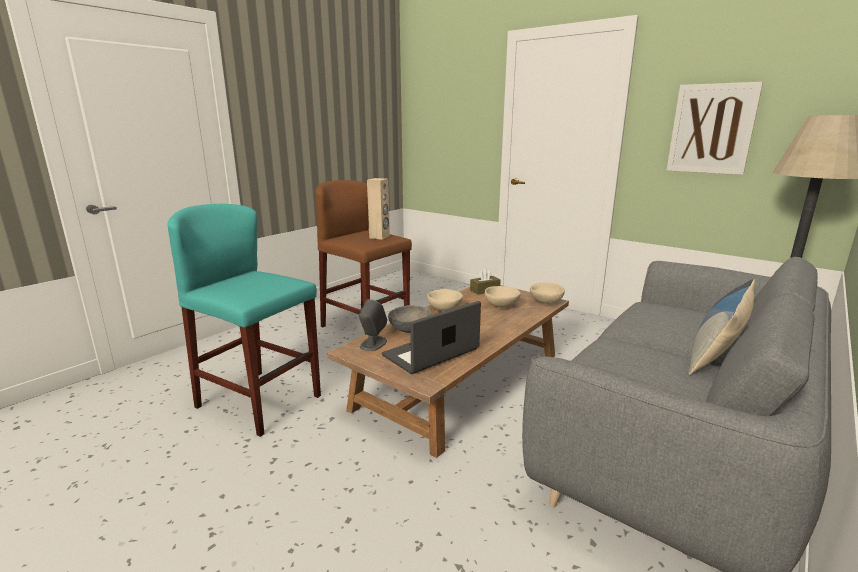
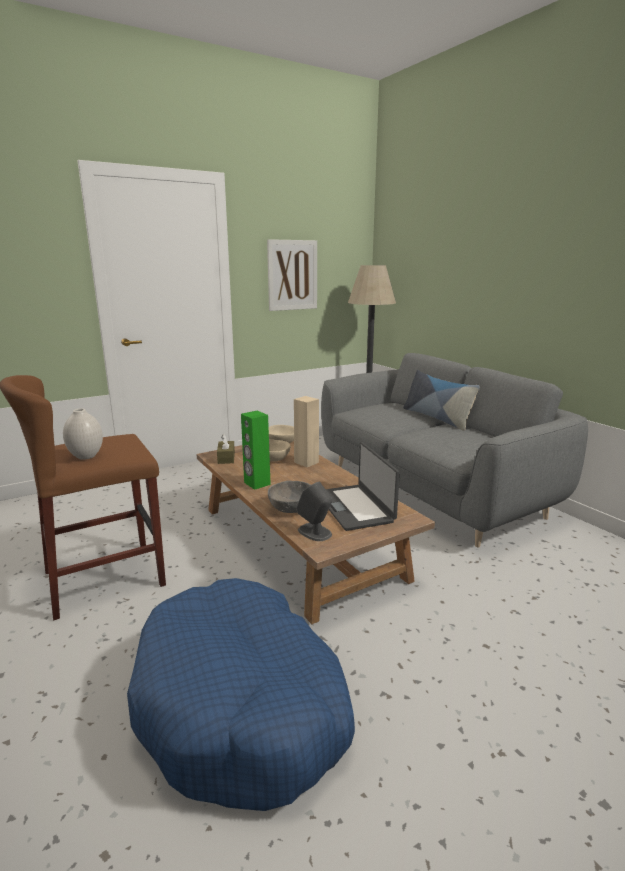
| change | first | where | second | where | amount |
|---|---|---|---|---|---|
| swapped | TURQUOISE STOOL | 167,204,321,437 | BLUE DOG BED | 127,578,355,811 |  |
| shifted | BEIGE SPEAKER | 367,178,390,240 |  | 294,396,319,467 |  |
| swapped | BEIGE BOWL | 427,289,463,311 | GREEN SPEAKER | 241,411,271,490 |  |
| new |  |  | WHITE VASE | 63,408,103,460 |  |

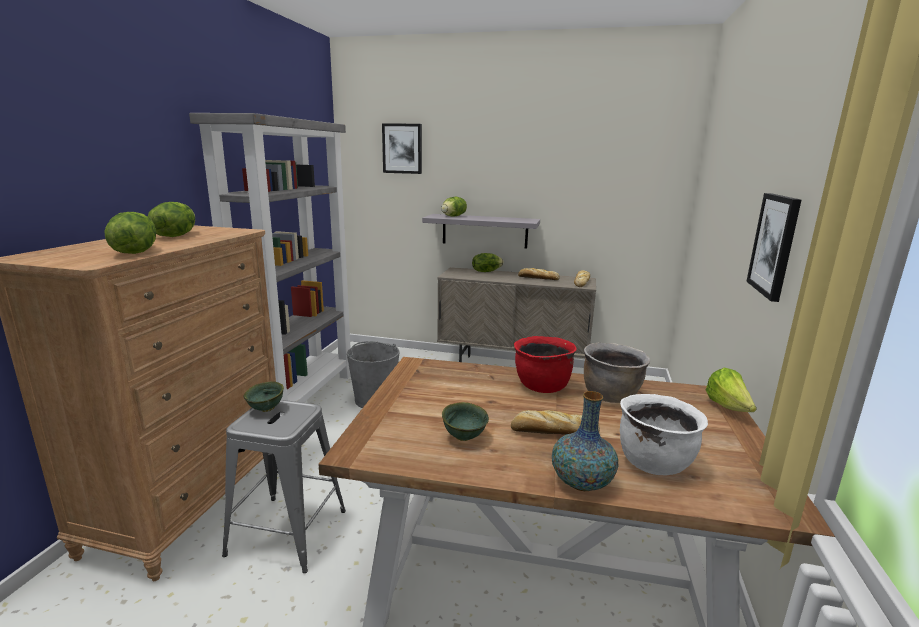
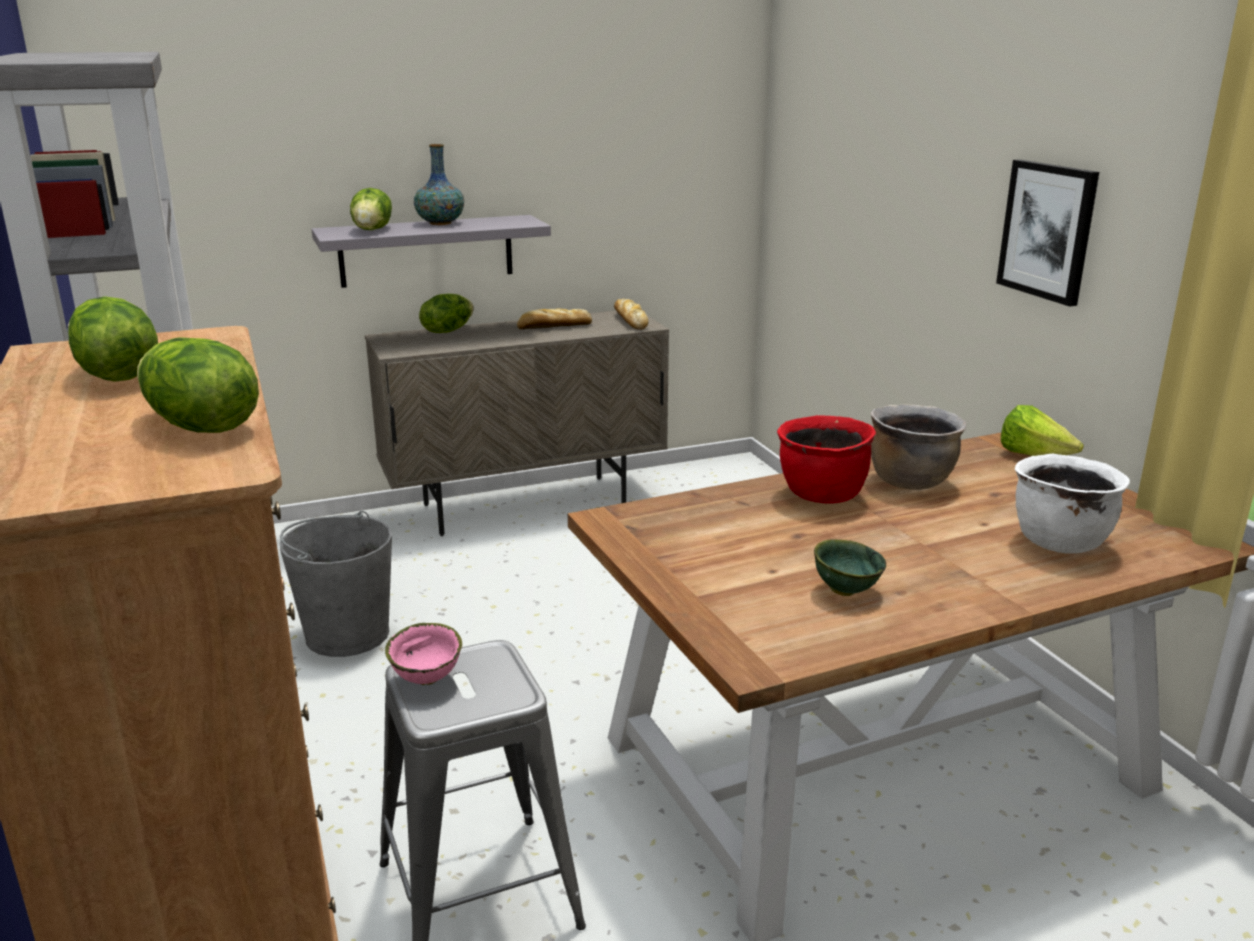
| change | first | where | second | where | amount |
|---|---|---|---|---|---|
| repainted | GREEN BOWL | 243,382,284,412 | PINK BOWL | 385,623,462,685 |  |
| gone | PICTURE | 382,123,422,174 |  |  |  |
| gone | BREAD | 511,410,600,435 |  |  |  |
| shifted | VASE | 552,391,618,491 |  | 414,144,464,225 |  |

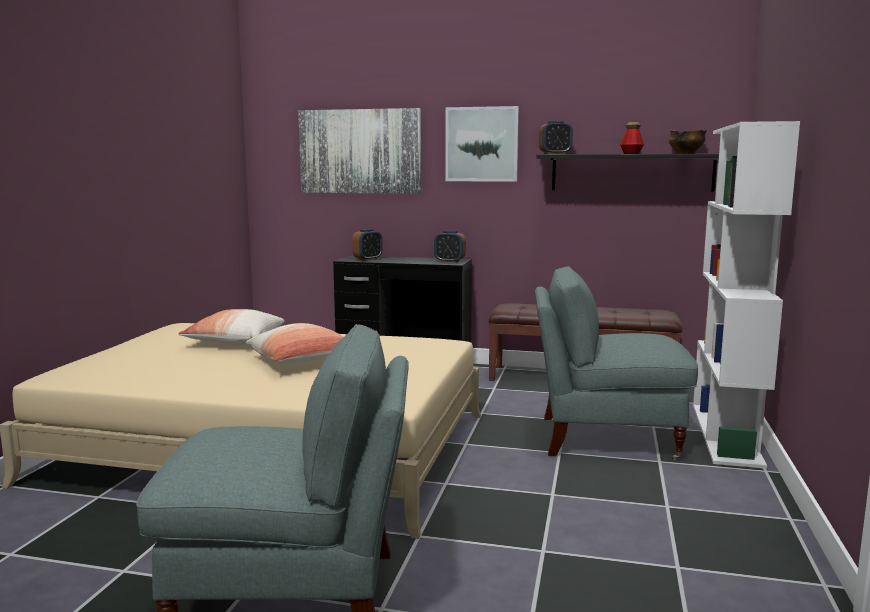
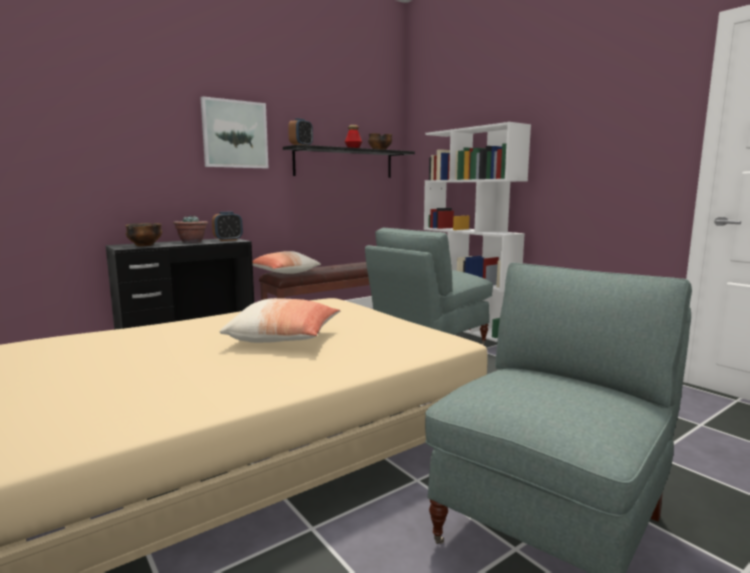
| change | first | where | second | where | amount |
|---|---|---|---|---|---|
| shifted | PILLOW | 178,309,285,345 |  | 252,251,321,274 |  |
| gone | PICTURE | 298,108,421,194 |  |  |  |
| swapped | ALARM CLOCK | 352,229,383,261 | BOWL | 125,223,162,246 |  |
| new |  |  | POTTED PLANT | 173,215,208,243 |  |

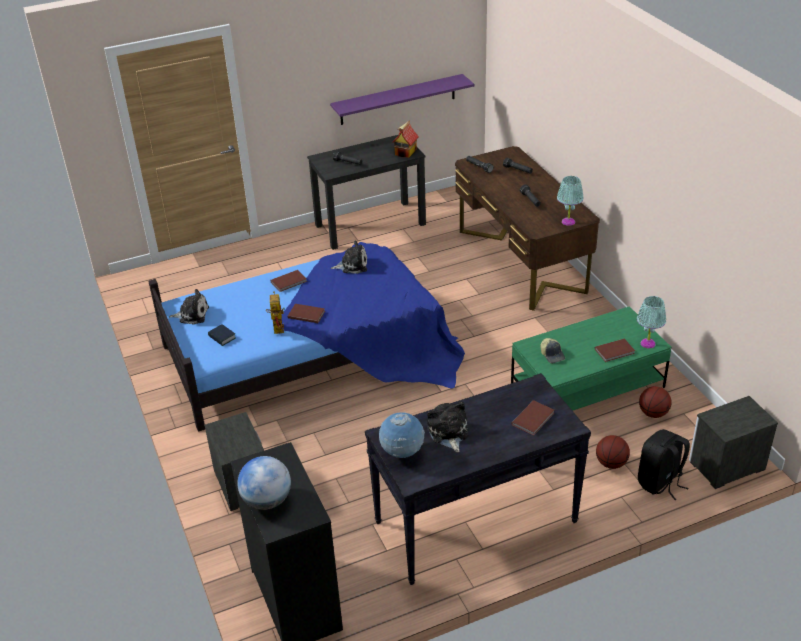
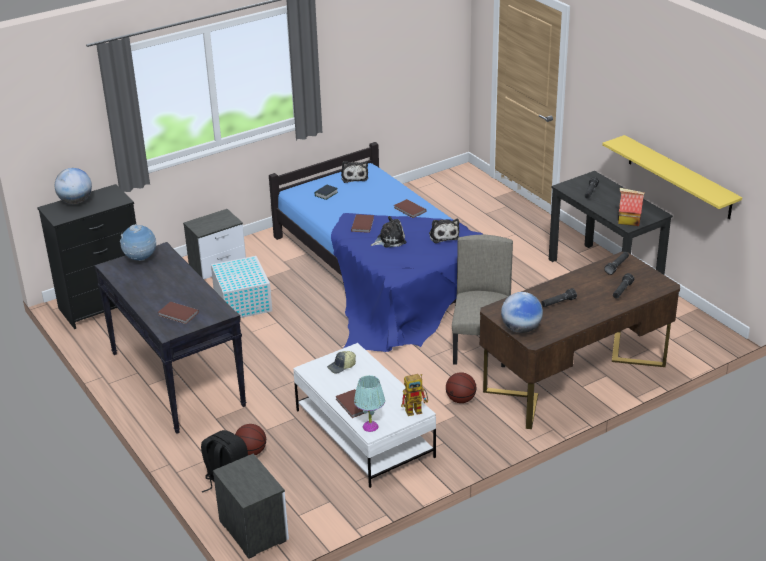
| change | first | where | second | where | amount |
|---|---|---|---|---|---|
| shifted | TOY ROBOT | 266,291,285,334 |  | 401,374,428,416 |  |
| repainted | PURPLE SHELF | 330,74,474,125 | YELLOW SHELF | 602,135,742,219 |  |
| shifted | PLUSH TOY | 427,402,468,452 |  | 371,216,406,248 |  |
| repainted | GREEN COFFEE TABLE | 511,306,672,411 | WHITE COFFEE TABLE | 293,343,436,488 |  |
| swapped | TURQUOISE TABLE LAMP | 557,176,583,226 | GLOBE | 501,292,543,333 |  |
| shifted | BASKETBALL | 639,386,671,418 |  | 446,372,477,403 |  |
| new |  |  | WHITE STORAGE BOX | 211,256,272,318 |  |
| new |  |  | BEIGE CHAIR | 452,235,513,367 |  |

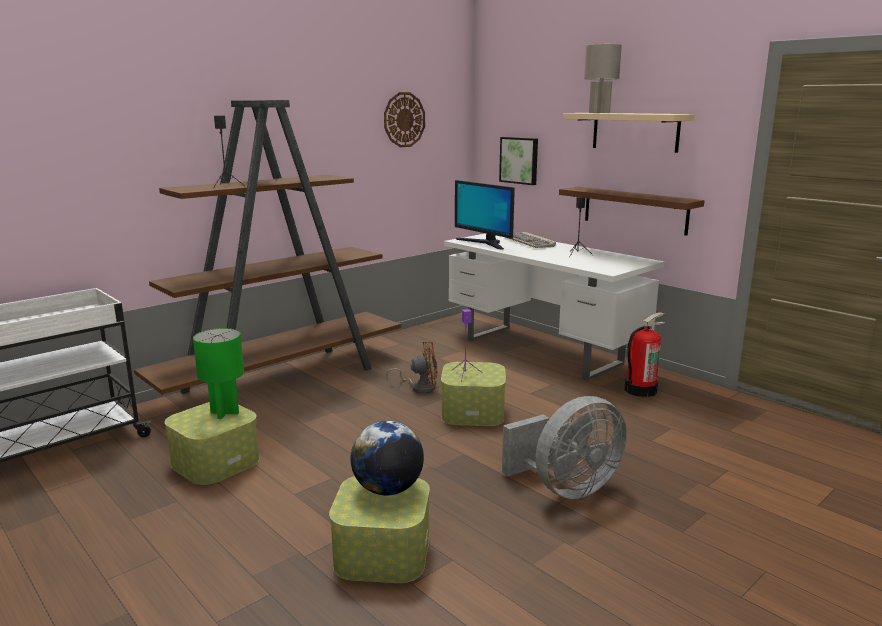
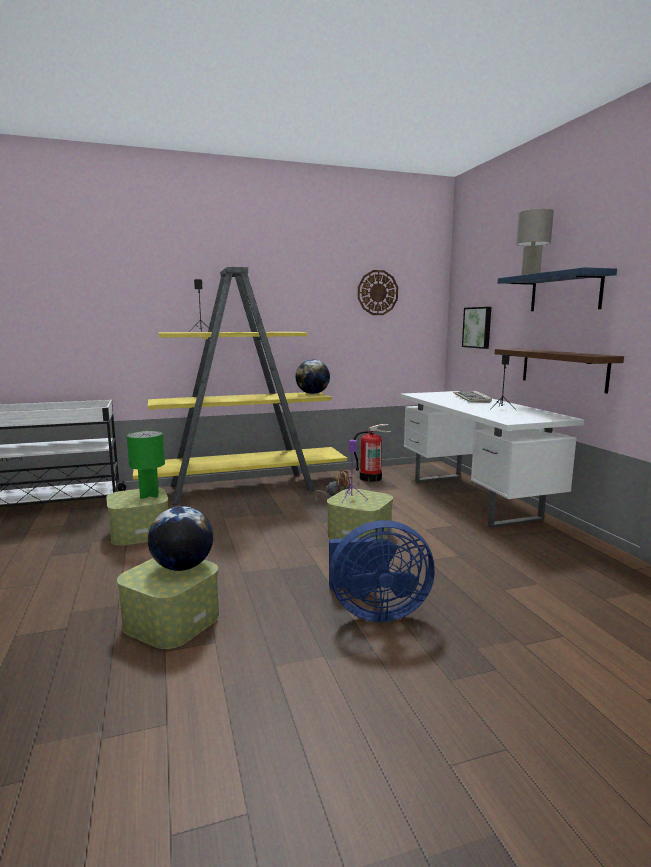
| change | first | where | second | where | amount |
|---|---|---|---|---|---|
| repainted | BROWN BOOKCASE | 134,100,401,395 | YELLOW BOOKCASE | 133,267,347,505 |  |
| gone | MONITOR | 455,180,515,250 |  |  |  |
| repainted | GREY FAN | 502,396,627,499 | BLUE FAN | 329,520,435,622 |  |
| repainted | BEIGE SHELF | 563,113,695,153 | BLUE SHELF | 498,267,617,311 |  |
| shifted | FIRE EXTINGUISHER | 625,312,664,397 |  | 353,424,390,482 |  |
| new |  |  | GLOBE | 296,359,330,394 |  |

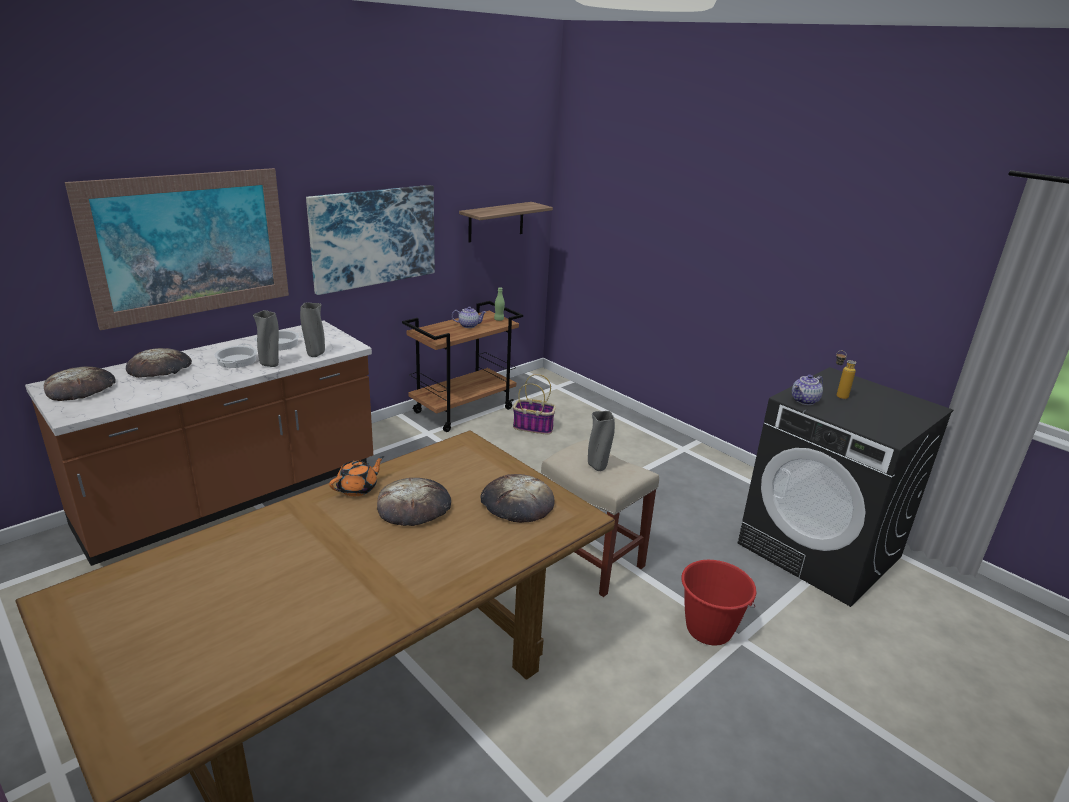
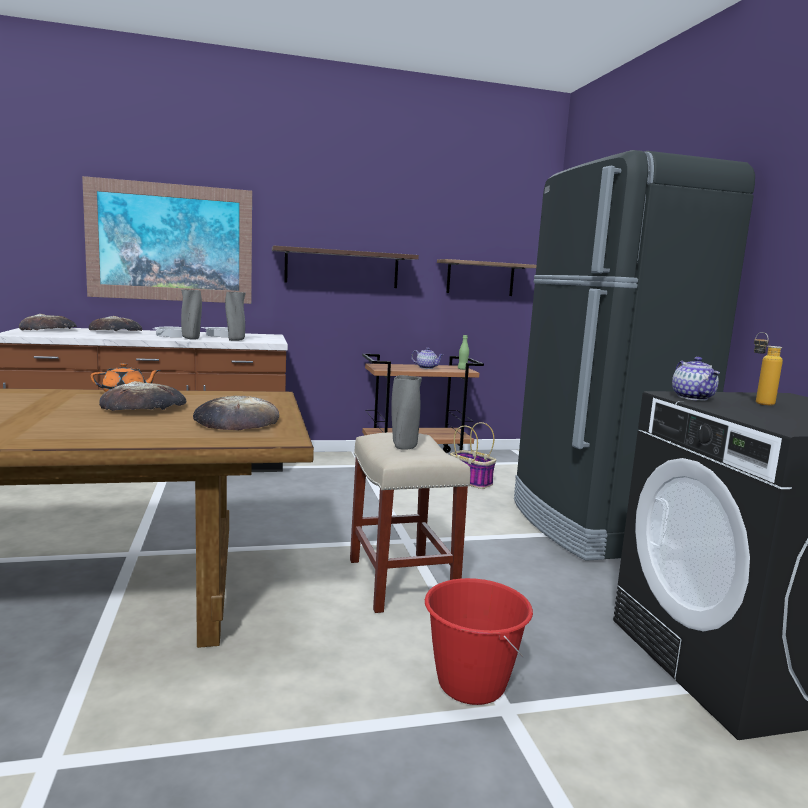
| change | first | where | second | where | amount |
|---|---|---|---|---|---|
| swapped | PICTURE | 306,185,435,295 | SHELF | 272,246,419,288 |  |
| rotated | TEAPOT | 792,375,823,405 |  | 672,357,720,401 | 90 degrees counterclockwise |
| new |  |  | BLACK FRIDGE | 514,150,755,561 |  |

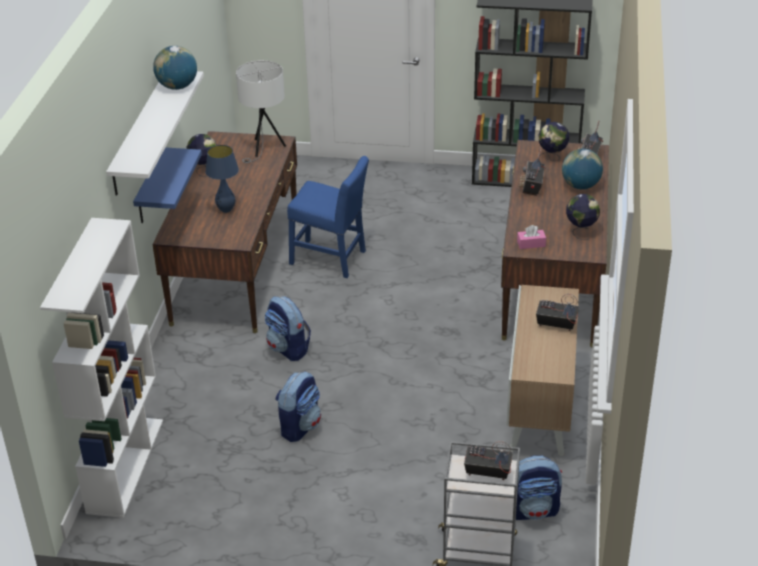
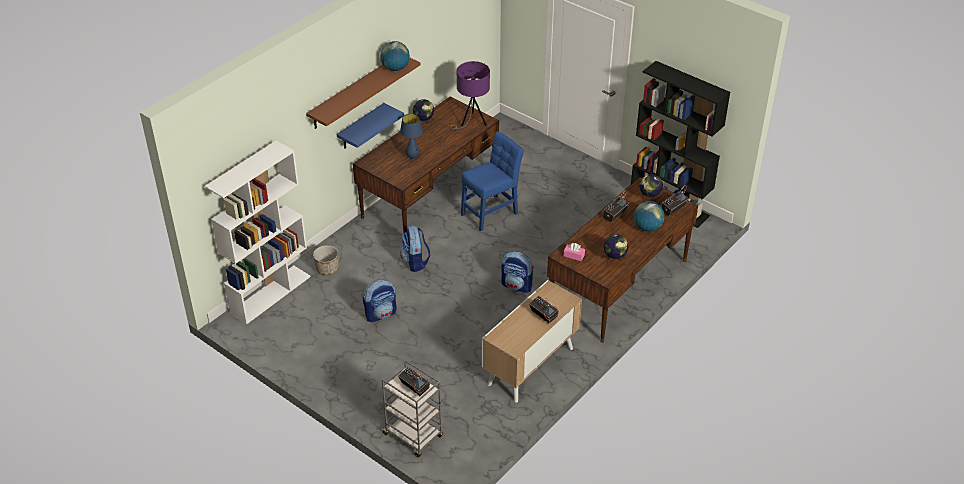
| change | first | where | second | where | amount |
|---|---|---|---|---|---|
| repainted | WHITE SHELF | 106,71,204,196 | BROWN SHELF | 306,58,421,129 |  |
| repainted | WHITE TABLE LAMP | 236,60,286,163 | PURPLE TABLE LAMP | 451,61,490,129 |  |
| rotated | BLUE CHAIR | 287,156,369,278 |  | 461,131,524,231 | 90 degrees counterclockwise |
| shifted | BACKPACK | 516,455,562,520 |  | 501,251,534,293 |  |
| new |  |  | PLANTER | 313,245,339,275 |  |

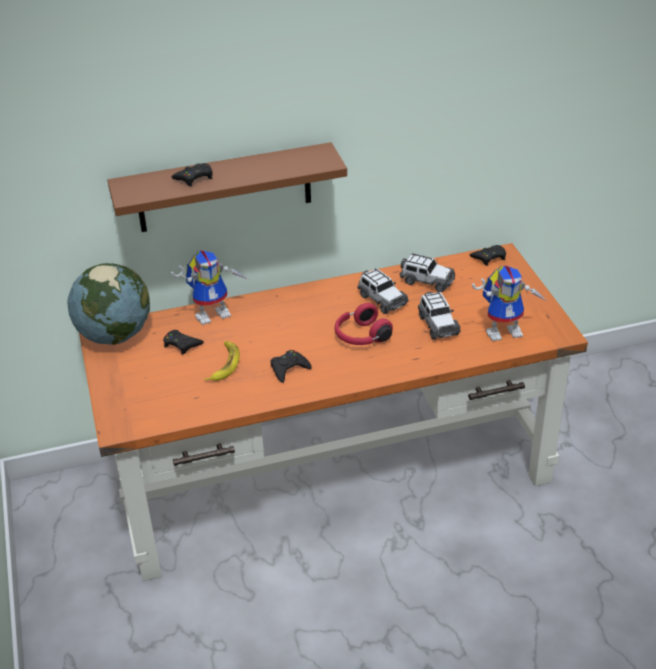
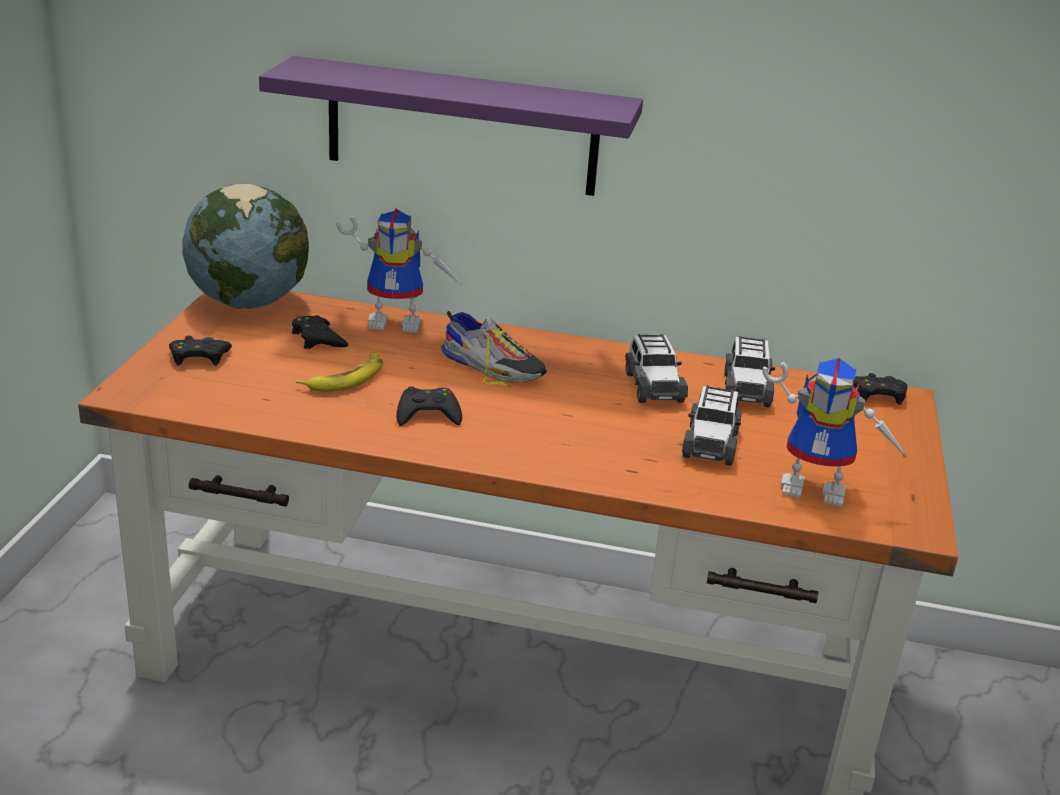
| change | first | where | second | where | amount |
|---|---|---|---|---|---|
| repainted | BROWN SHELF | 107,142,347,232 | PURPLE SHELF | 259,56,643,196 |  |
| shifted | BLACK GAME CONTROLLER | 172,163,212,187 |  | 169,336,232,366 |  |
| gone | RED HEADPHONES | 335,303,393,345 |  |  |  |
| rotated | TOY CAR | 400,253,455,292 |  | 724,336,775,407 | 45 degrees clockwise |
| new |  |  | SHOE | 441,311,547,386 |  |

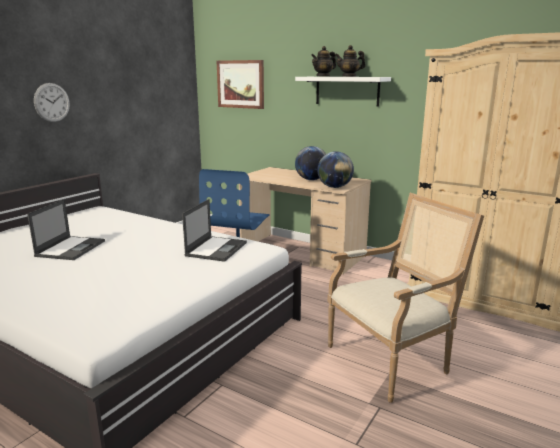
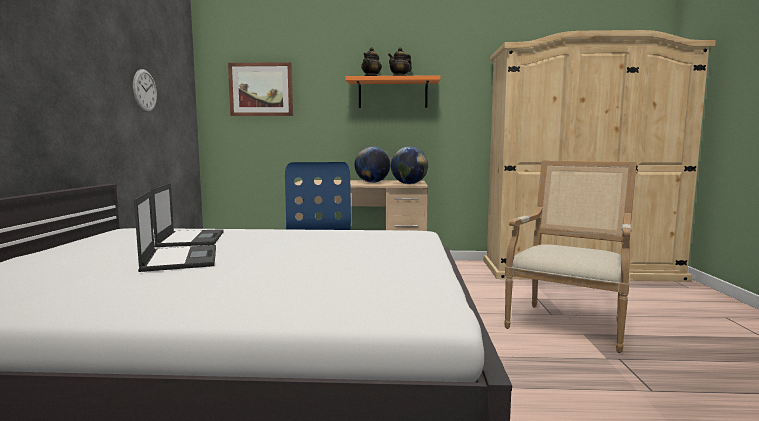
| change | first | where | second | where | amount |
|---|---|---|---|---|---|
| shifted | WALL CLOCK | 34,83,70,122 |  | 133,69,157,112 |  |
| shifted | LAPTOP | 182,199,247,262 |  | 151,183,223,247 |  |
| repainted | WHITE SHELF | 295,77,391,106 | ORANGE SHELF | 345,75,440,108 |  |

